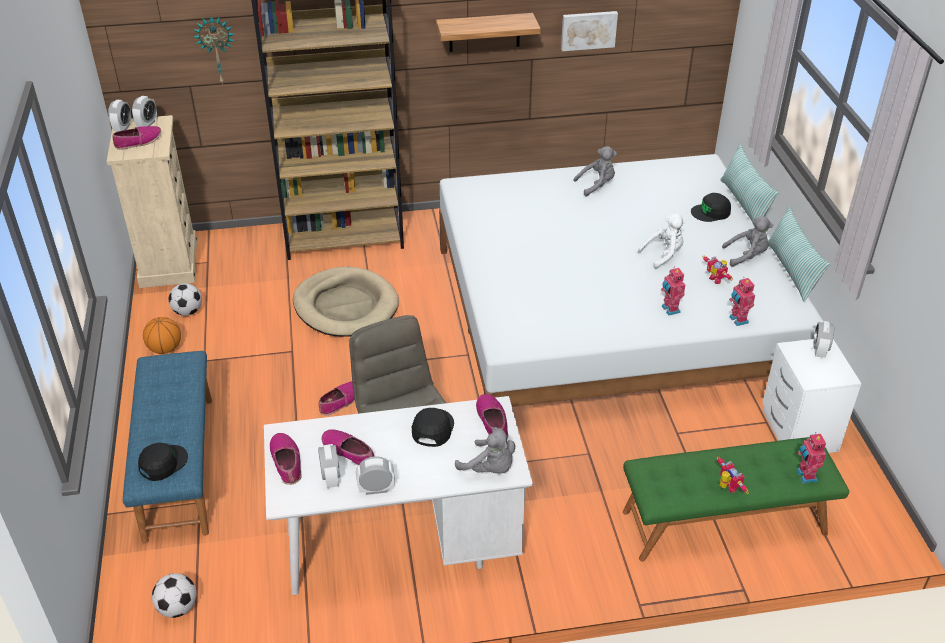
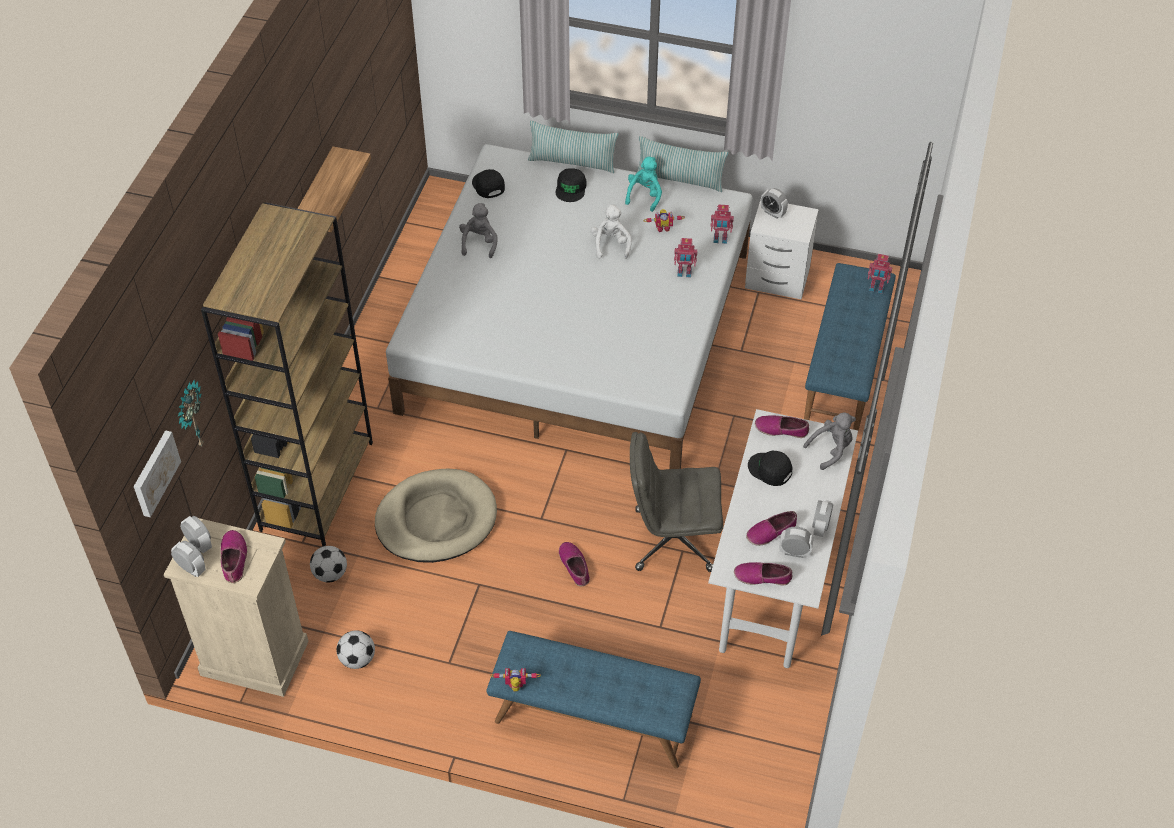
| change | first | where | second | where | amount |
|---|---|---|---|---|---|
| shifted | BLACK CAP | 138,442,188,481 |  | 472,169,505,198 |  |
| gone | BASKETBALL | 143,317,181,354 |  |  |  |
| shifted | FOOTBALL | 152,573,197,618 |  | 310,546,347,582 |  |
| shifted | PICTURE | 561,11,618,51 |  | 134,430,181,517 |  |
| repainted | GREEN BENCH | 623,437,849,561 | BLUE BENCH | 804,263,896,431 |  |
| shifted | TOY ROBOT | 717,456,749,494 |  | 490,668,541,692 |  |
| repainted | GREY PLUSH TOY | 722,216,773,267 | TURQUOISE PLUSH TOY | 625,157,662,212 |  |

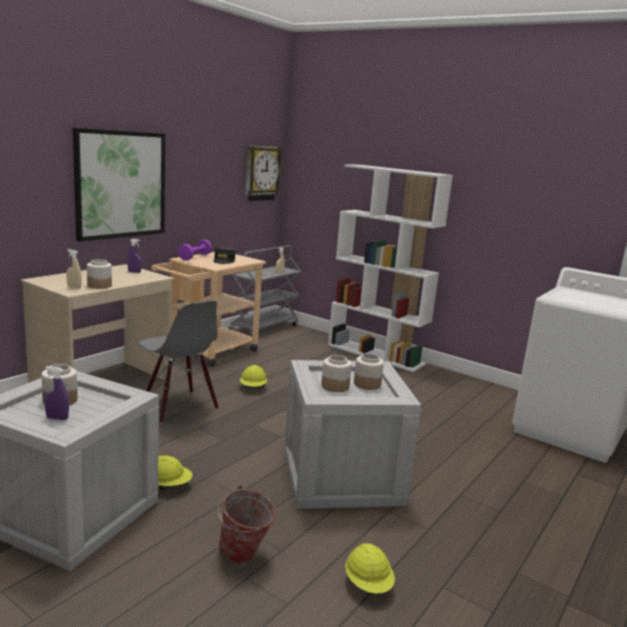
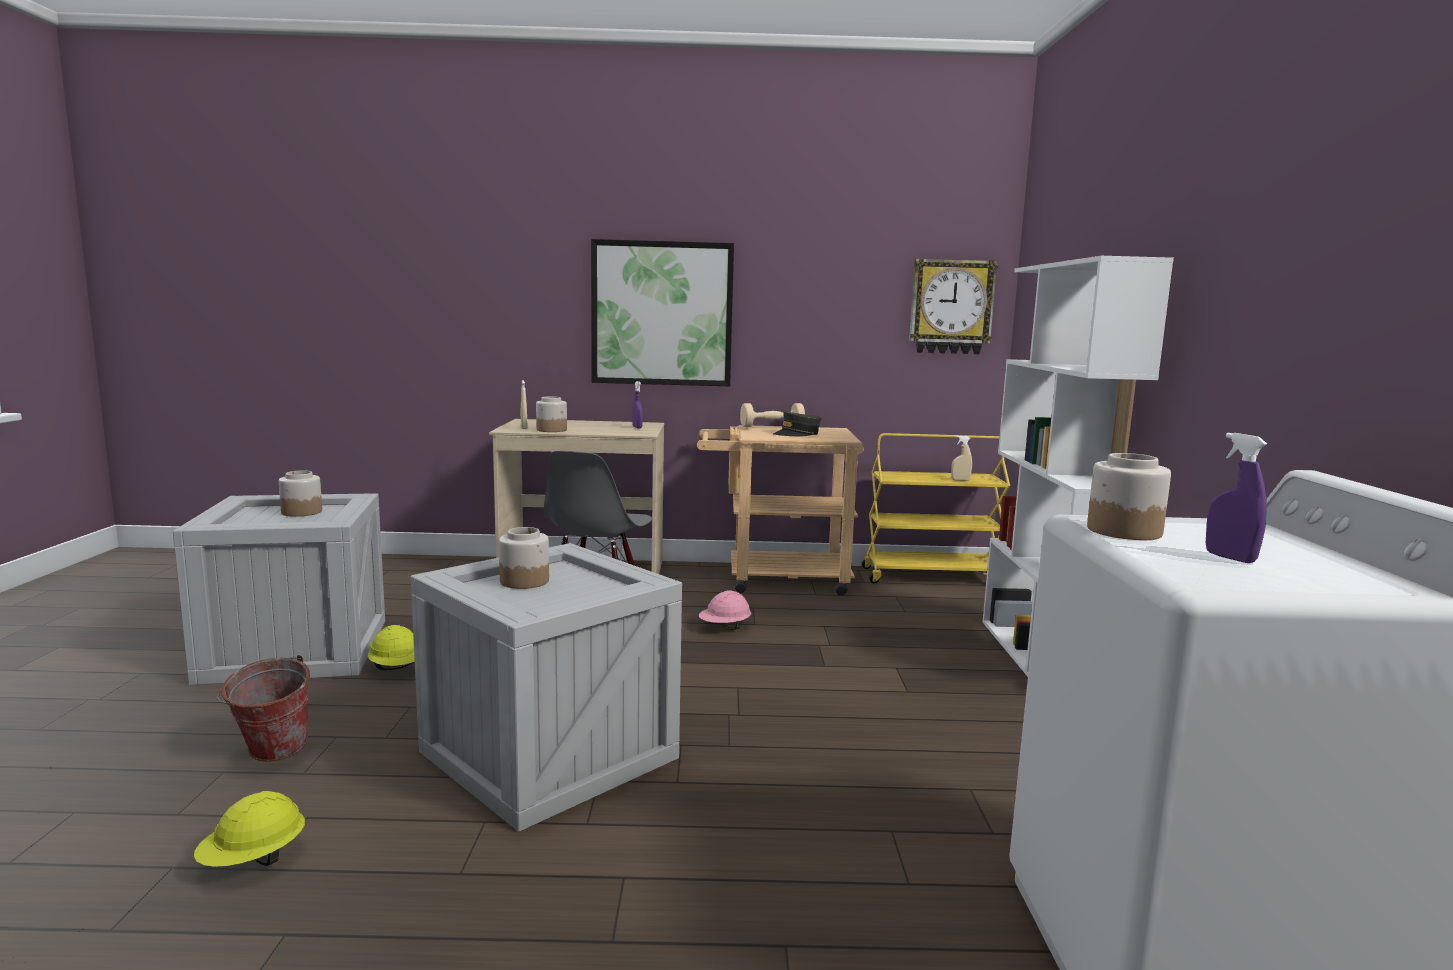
| change | first | where | second | where | amount |
|---|---|---|---|---|---|
| shifted | PURPLE SPRAY BOTTLE | 44,366,69,420 |  | 1206,433,1267,563 |  |
| repainted | PURPLE DUMBBELL | 178,239,212,260 | BEIGE DUMBBELL | 740,403,805,427 |  |
| repainted | GREY CART | 229,245,301,336 | YELLOW CART | 862,433,1010,584 |  |
| repainted | YELLOW HARD HAT | 240,365,267,388 | PINK HARD HAT | 699,591,751,630 |  |
| shifted | JAR | 354,353,384,390 |  | 1087,453,1171,540 |  |

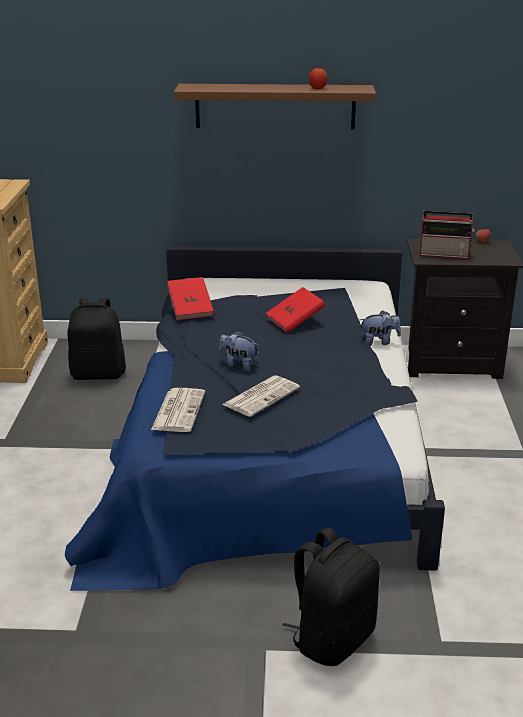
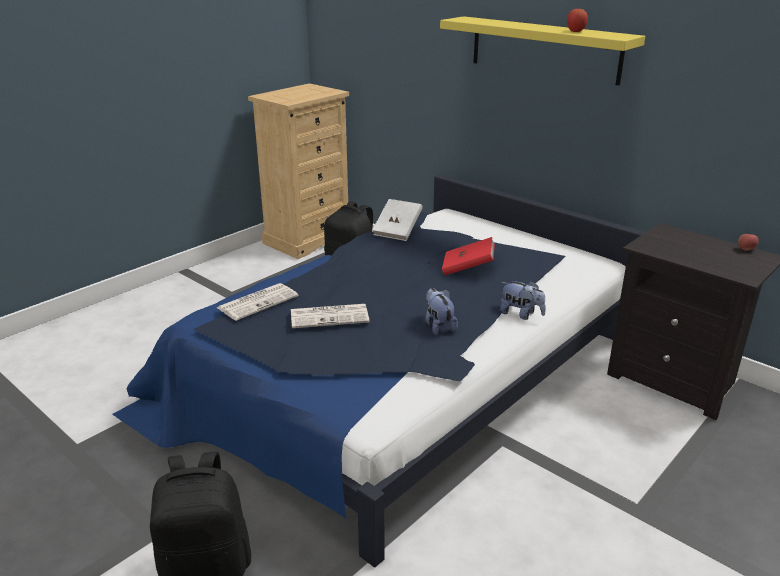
| change | first | where | second | where | amount |
|---|---|---|---|---|---|
| repainted | RED BOOK | 167,277,214,320 | WHITE BOOK | 373,199,423,241 |  |
| repainted | BROWN SHELF | 174,84,376,130 | YELLOW SHELF | 440,16,645,85 |  |
| shifted | PLUSH TOY | 219,331,259,371 |  | 426,288,458,335 |  |
| gone | RADIO | 420,210,474,259 |  |  |  |

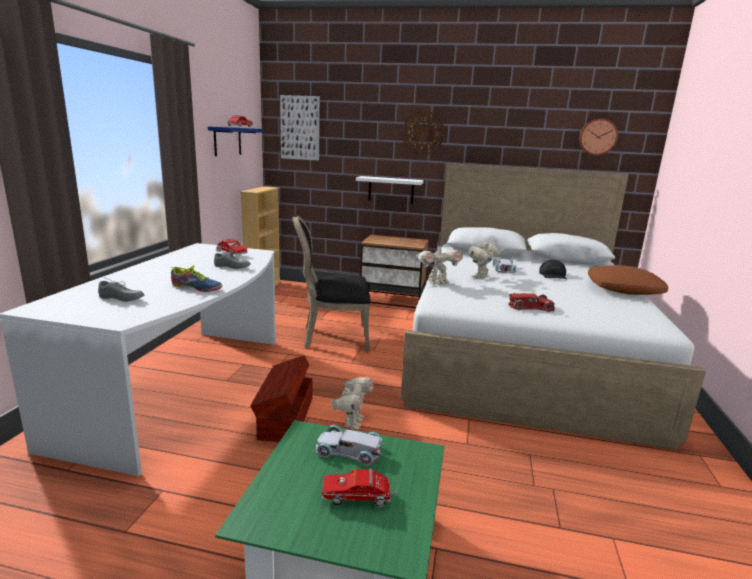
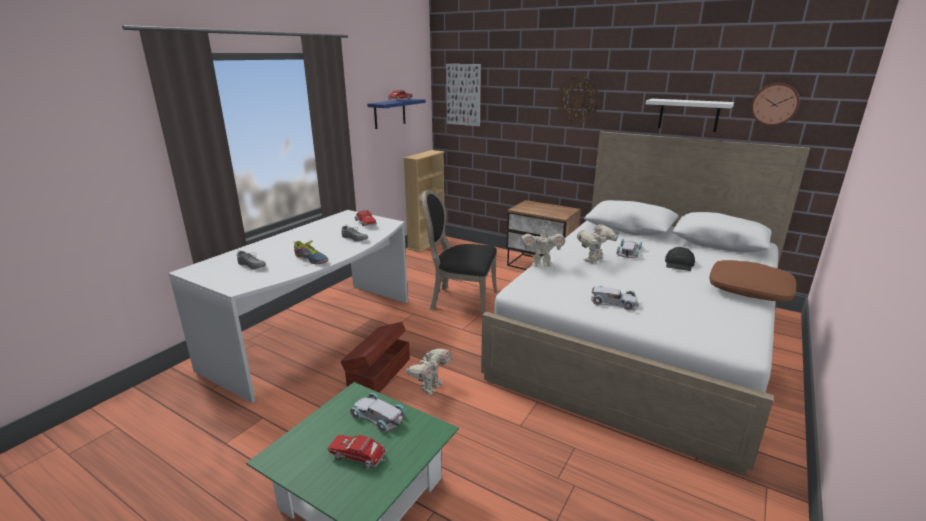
| change | first | where | second | where | amount |
|---|---|---|---|---|---|
| shifted | WHITE SHELF | 356,176,424,204 |  | 646,99,734,132 |  |
| repainted | RED TOY CAR | 508,293,555,312 | WHITE TOY CAR | 591,286,639,310 |  |

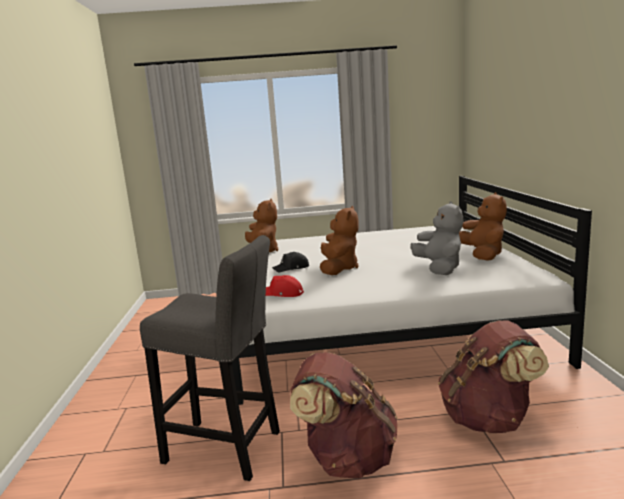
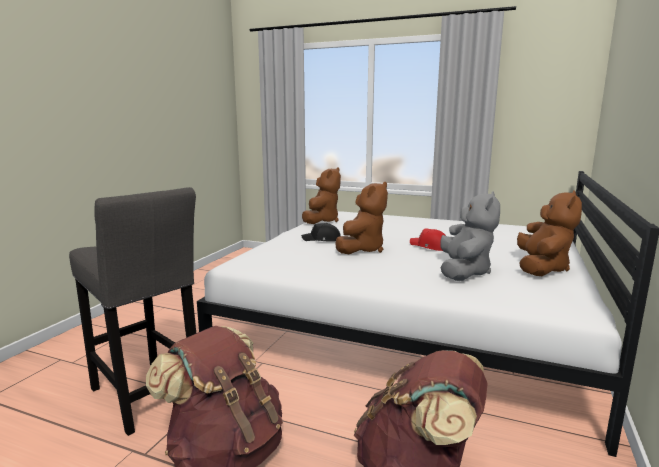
| change | first | where | second | where | amount |
|---|---|---|---|---|---|
| shifted | RED CAP | 266,275,304,297 |  | 410,228,446,251 |  |

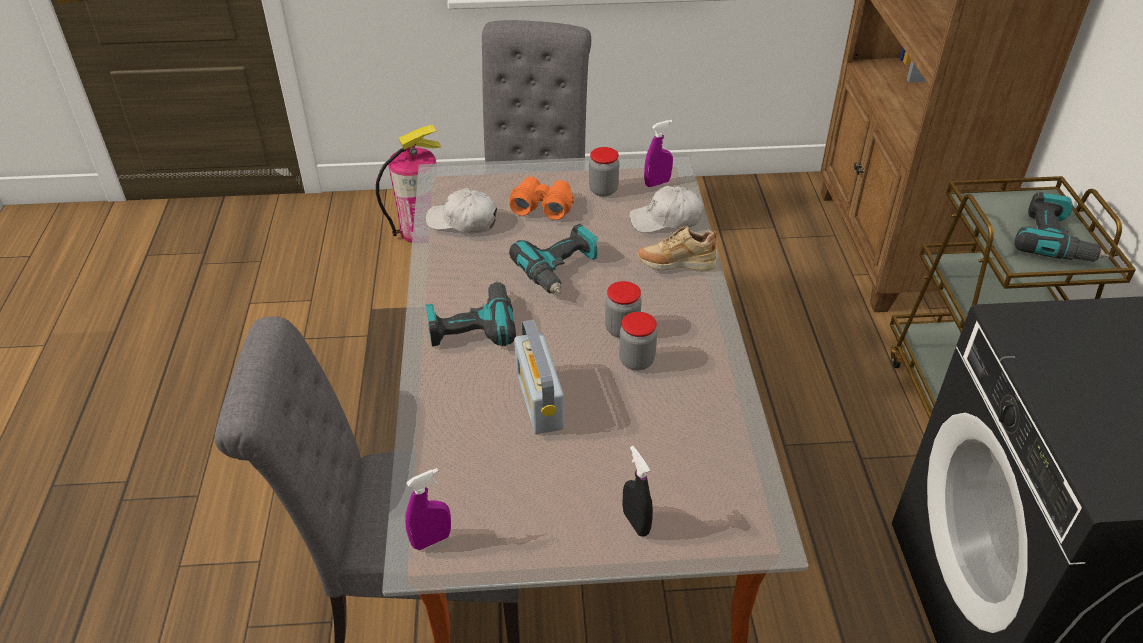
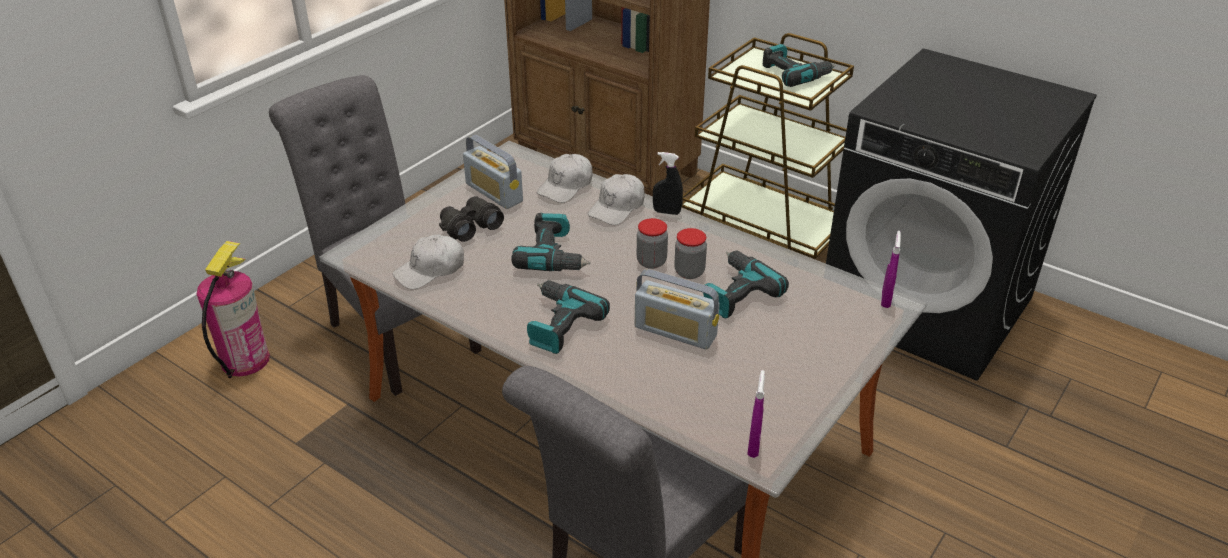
| change | first | where | second | where | amount |
|---|---|---|---|---|---|
| repainted | ORANGE BINOCULARS | 509,177,574,220 | BLACK BINOCULARS | 439,196,504,242 |  |
| swapped | JAR | 589,147,619,196 | RADIO | 463,135,523,209 |  |
| shifted | BLACK SPRAY BOTTLE | 623,446,653,536 |  | 653,152,683,215 |  |
| swapped | BEIGE SHOE | 637,226,716,271 | WHITE CAP | 588,174,645,225 |  |
| shifted | PURPLE SPRAY BOTTLE | 644,120,673,187 |  | 881,231,901,308 |  |
| new |  |  | POWER DRILL | 703,250,789,319 |  |

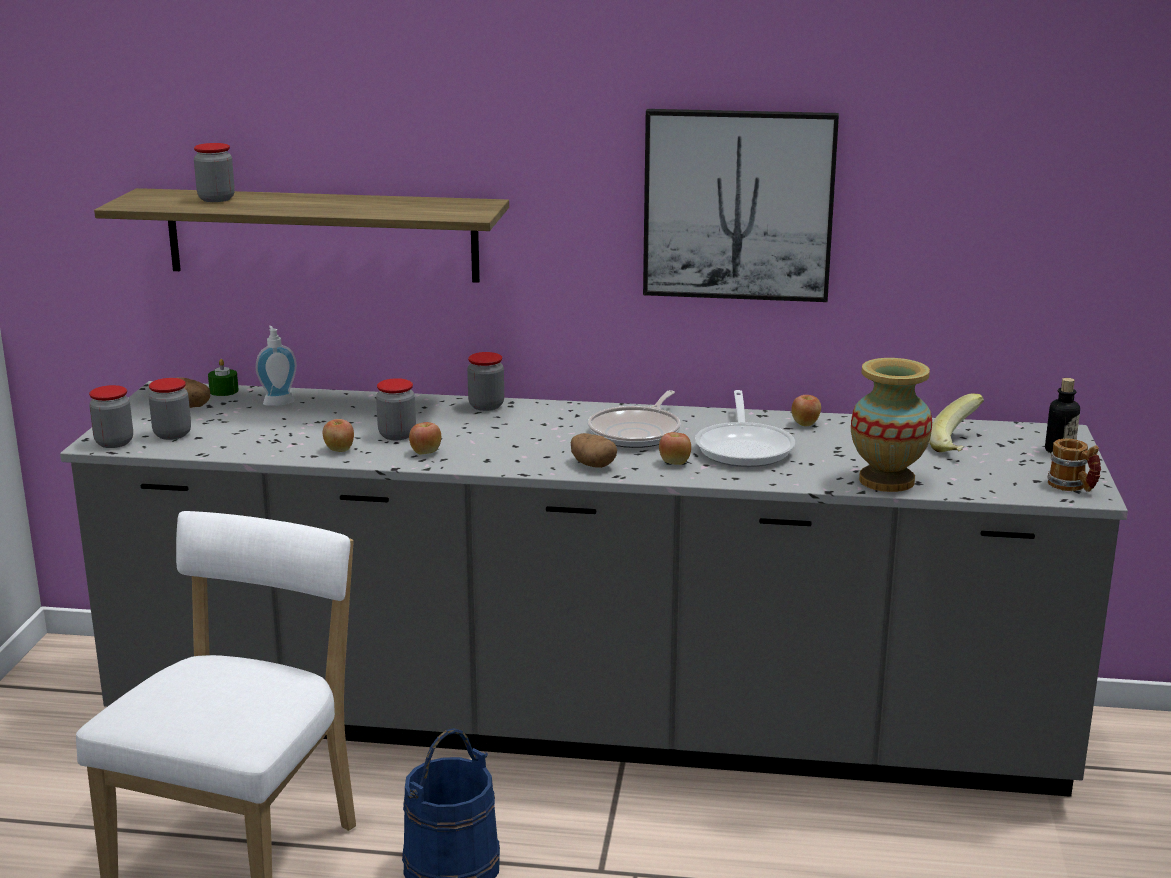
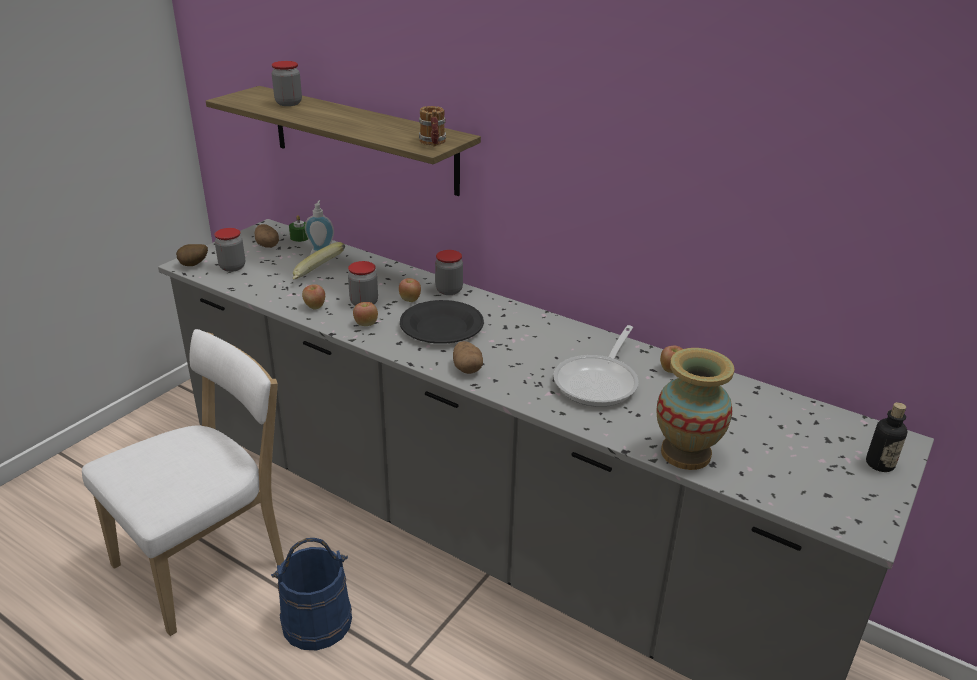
| change | first | where | second | where | amount |
|---|---|---|---|---|---|
| swapped | JAR | 89,385,133,448 | POTATO | 176,244,208,266 |  |
| gone | FRYING PAN | 588,390,681,448 |  |  |  |
| gone | PICTURE | 643,109,839,302 |  |  |  |
| shifted | APPLE | 659,432,691,465 |  | 399,278,421,302 |  |
| shifted | BANANA | 929,394,984,452 |  | 292,242,345,280 |  |
| shifted | MUG | 1047,438,1101,492 |  | 419,106,446,146 |  |
| new |  |  | BLACK PLATE | 400,300,484,344 |  |

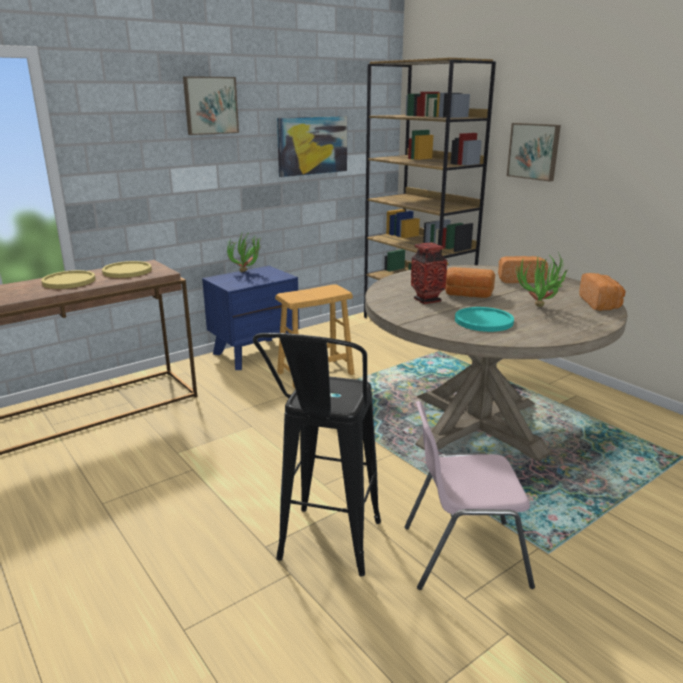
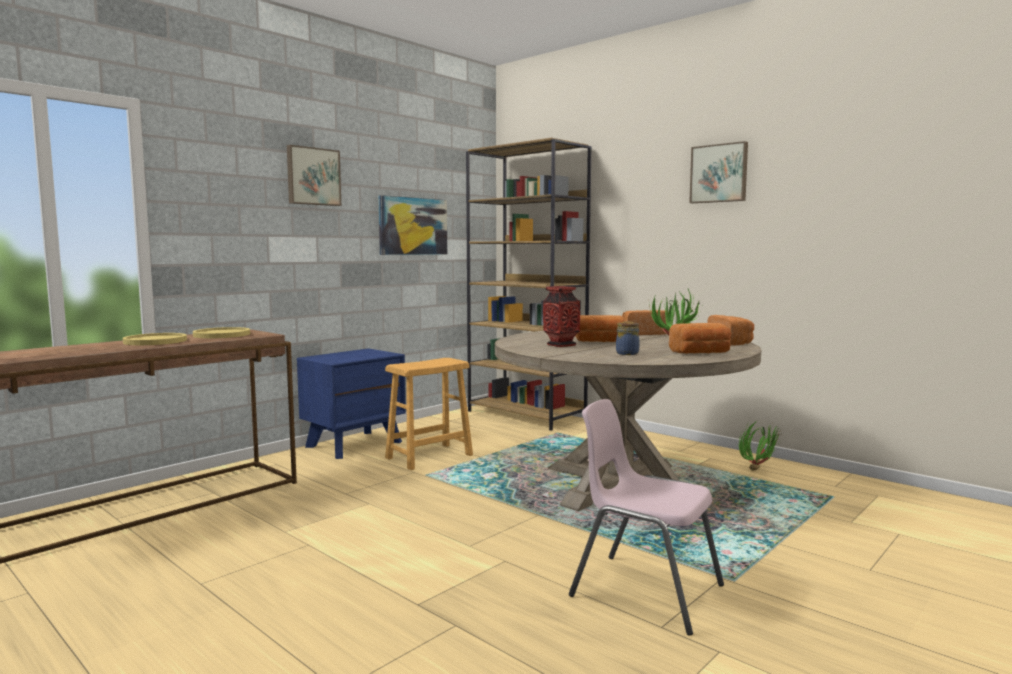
| change | first | where | second | where | amount |
|---|---|---|---|---|---|
| shifted | POTTED PLANT | 227,231,261,272 |  | 739,419,780,471 |  |
| gone | BLACK STOOL | 253,333,381,576 |  |  |  |
| rotated | PINK CHAIR | 404,401,535,590 |  | 569,399,724,636 | 45 degrees clockwise |
| swapped | TURQUOISE PLATE | 455,307,514,332 | JAR | 616,322,639,355 |  |
| shifted | PICTURE | 507,123,561,182 |  | 689,141,748,203 |  |
| new |  |  | BREAD | 669,323,731,354 |  |

